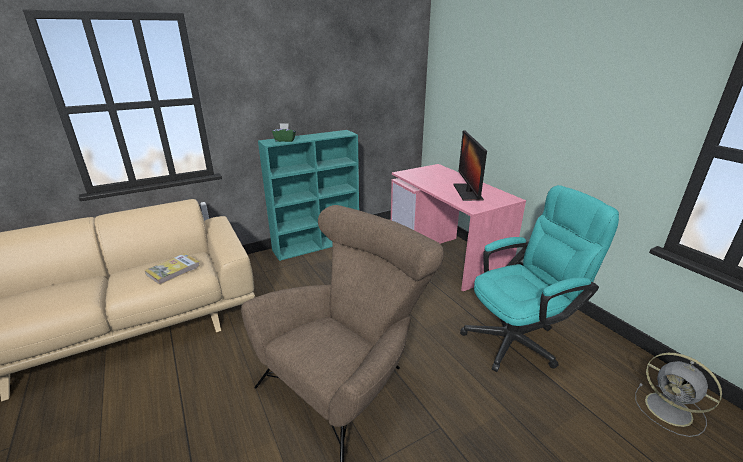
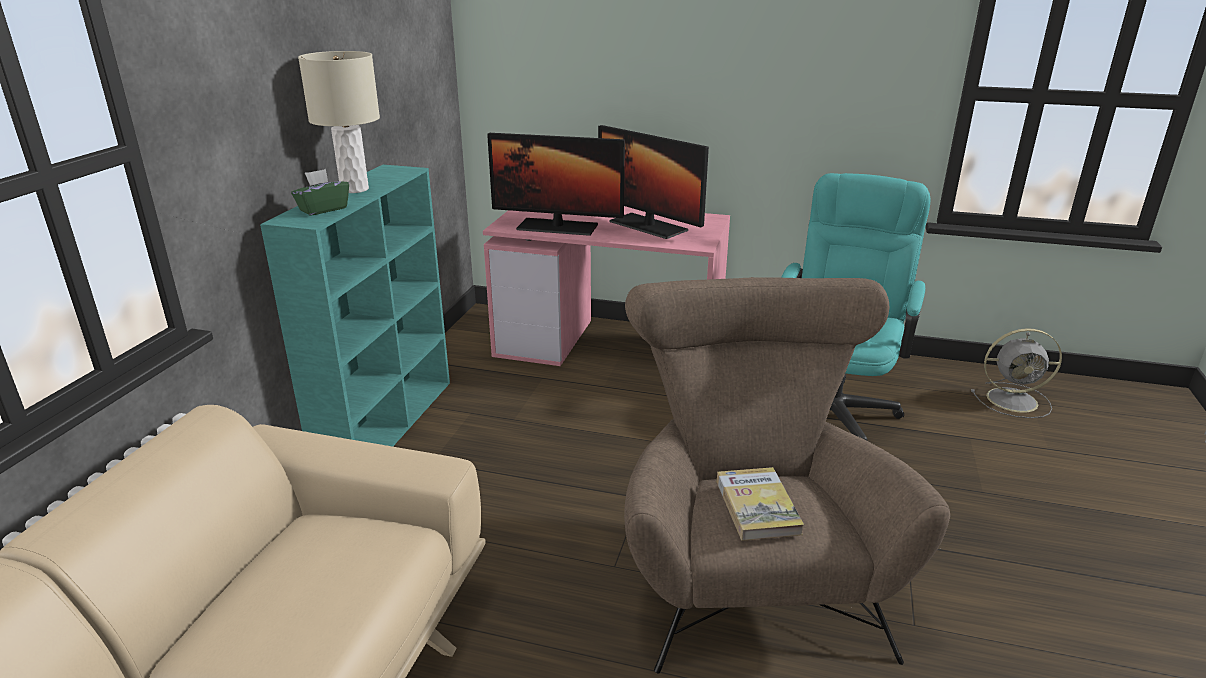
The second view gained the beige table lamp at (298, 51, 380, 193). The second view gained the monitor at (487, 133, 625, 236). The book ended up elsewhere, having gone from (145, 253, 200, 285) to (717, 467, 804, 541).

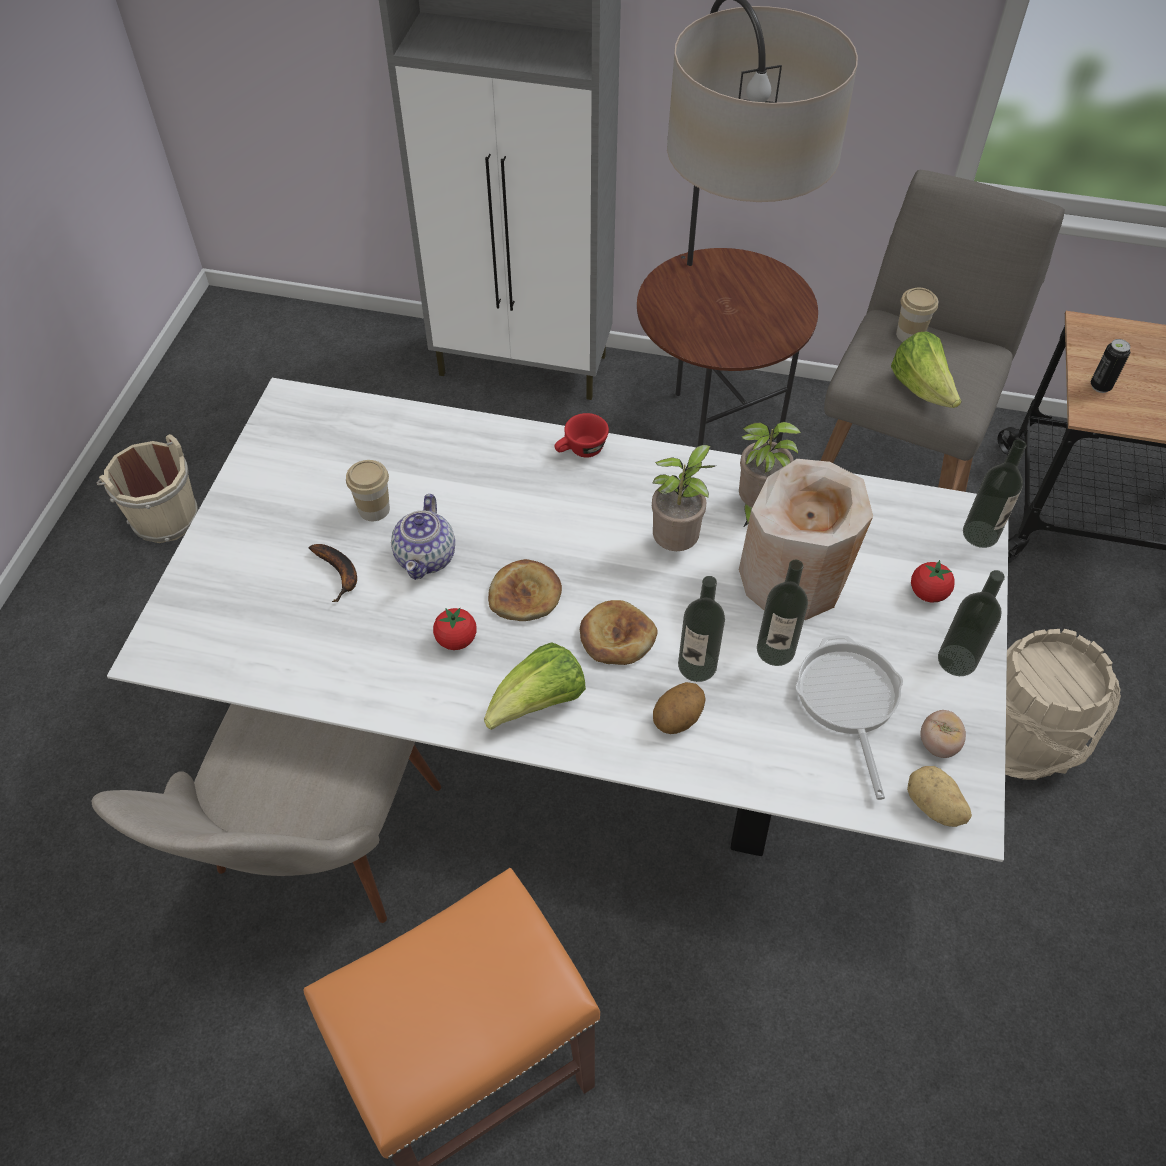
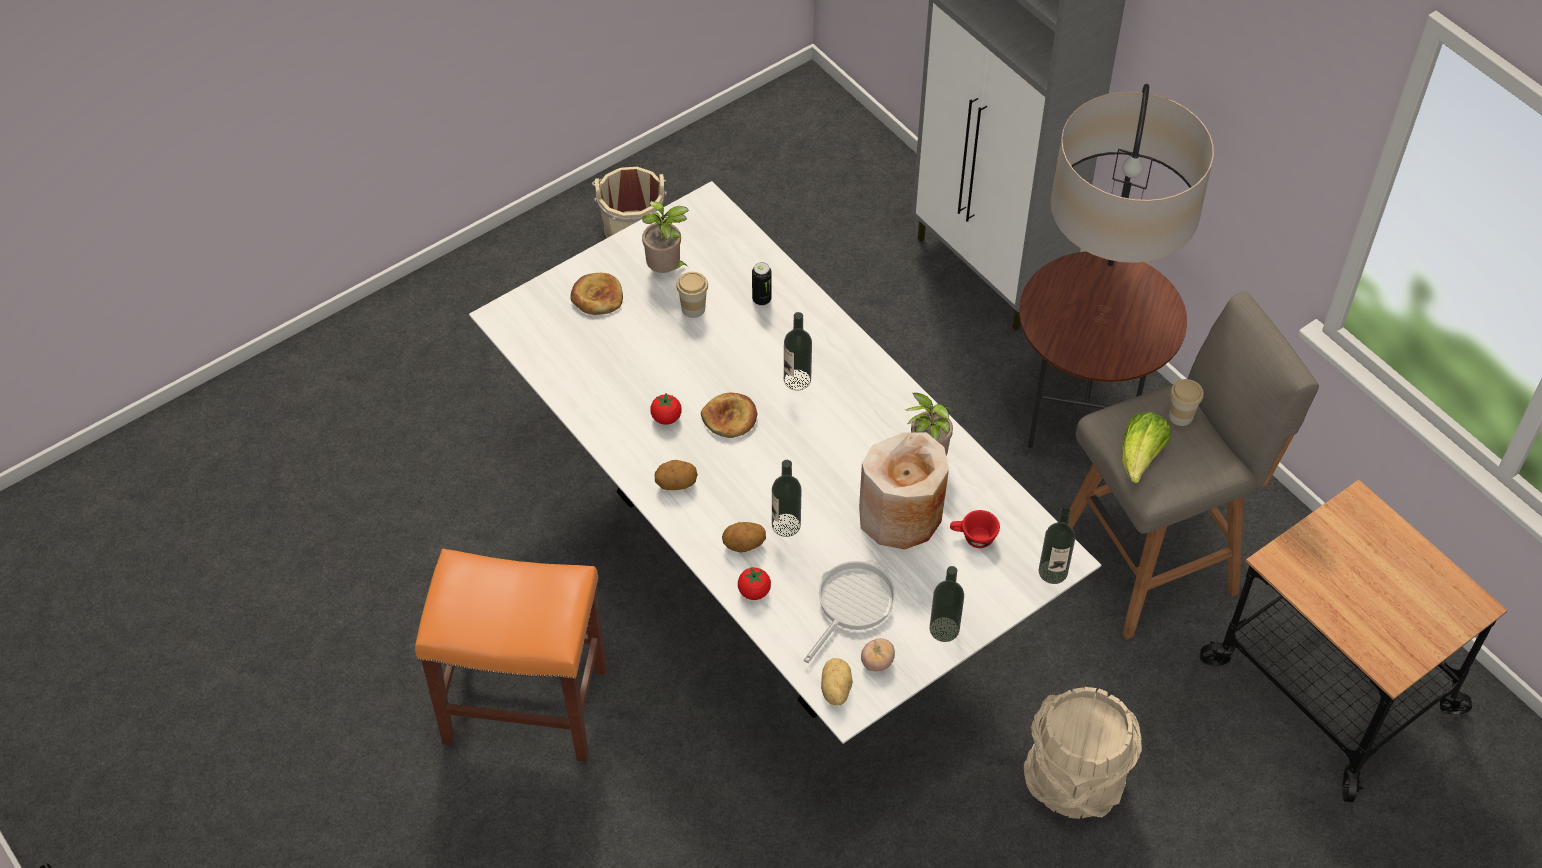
The bread ended up elsewhere, having gone from (580, 600, 658, 665) to (571, 273, 623, 315). The potted plant ended up elsewhere, having gone from (652, 444, 715, 551) to (642, 201, 689, 273). Where the lettuce stood at (484, 642, 586, 730), the potato came to stand at (655, 460, 698, 490). The tomato ended up elsewhere, having gone from (911, 560, 955, 603) to (738, 568, 771, 600). The can ended up elsewhere, having gone from (1091, 339, 1130, 393) to (752, 262, 772, 306). The bottle ended up elsewhere, having gone from (757, 560, 808, 666) to (784, 312, 812, 391). The red cup ended up elsewhere, having gone from (555, 413, 609, 458) to (950, 510, 1000, 548). The second view lost the beige chair at (92, 704, 441, 923). The second view lost the banana at (309, 544, 357, 602). The second view lost the teapot at (391, 494, 455, 580).

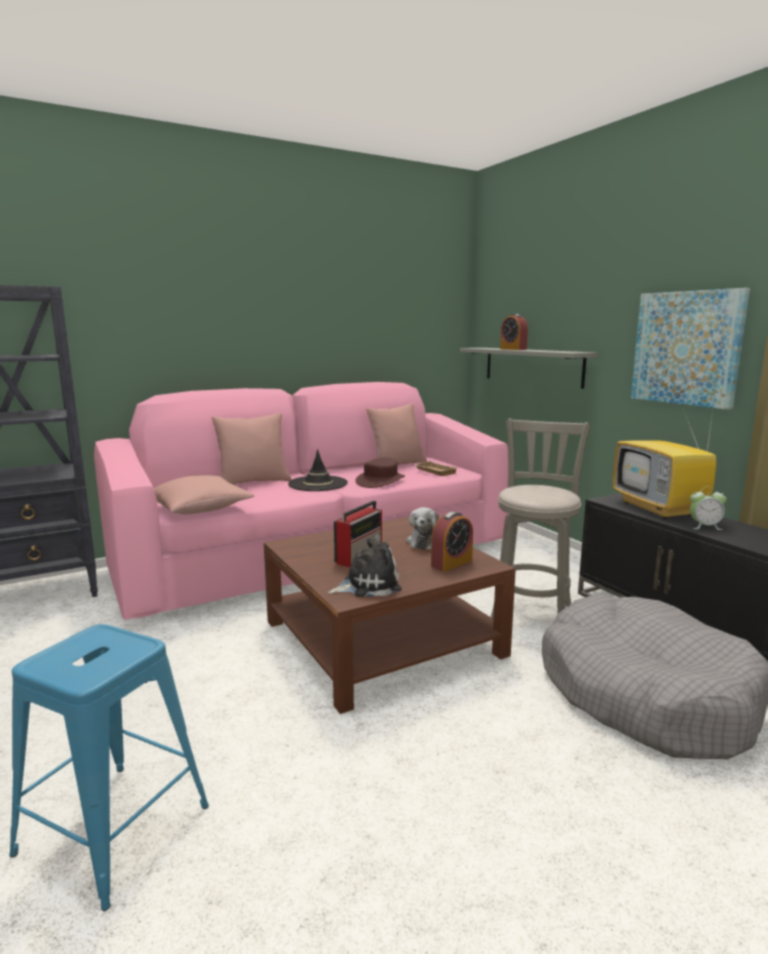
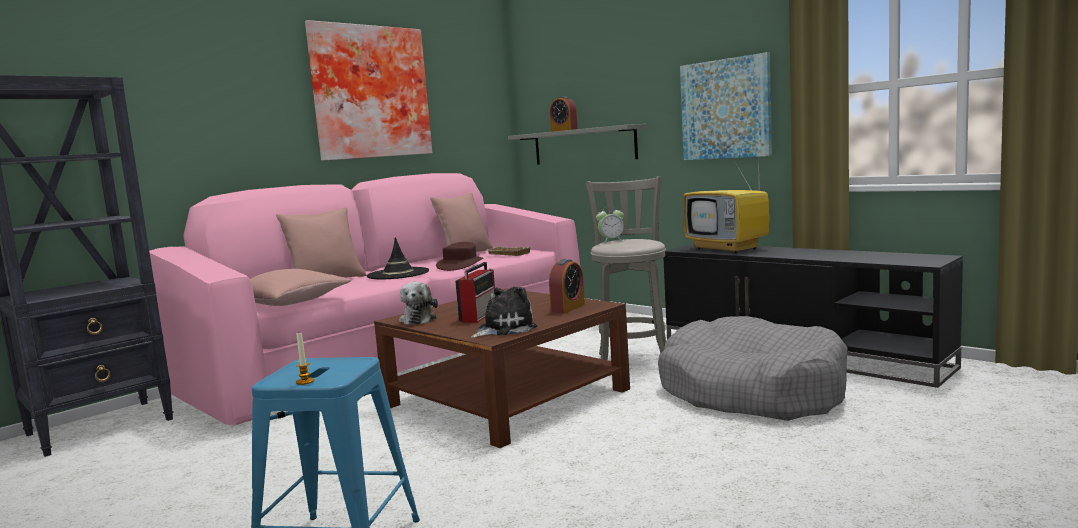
The second view gained the candle at (296, 333, 314, 385). The second view gained the picture at (305, 20, 432, 161). The plush toy ended up elsewhere, having gone from (406, 507, 439, 549) to (399, 282, 438, 325). The alarm clock ended up elsewhere, having gone from (690, 487, 727, 530) to (596, 206, 625, 243).

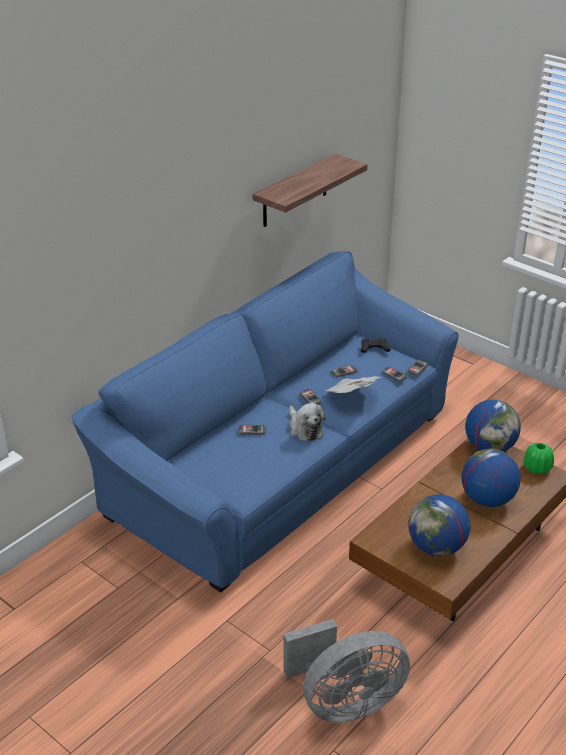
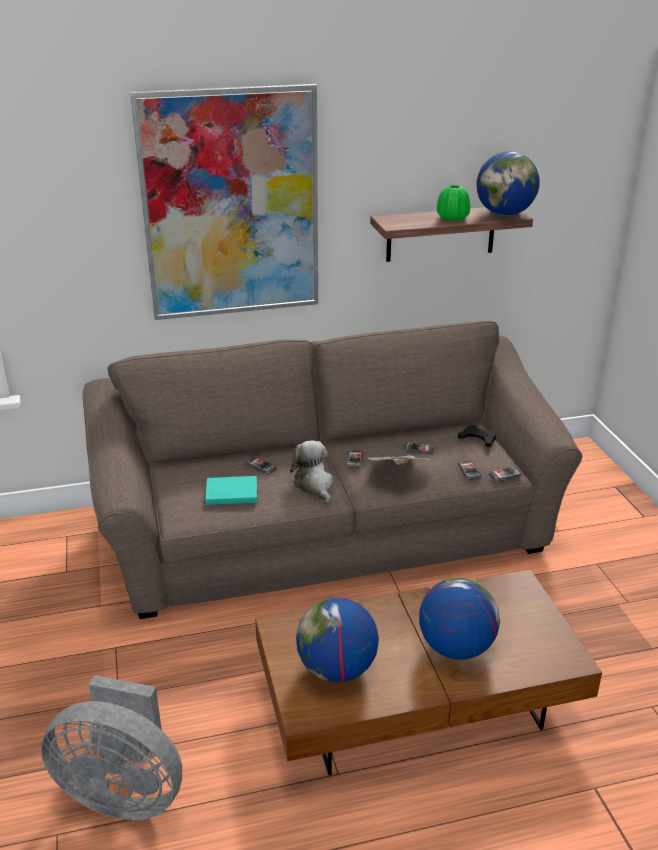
What was the blue sofa at (71, 251, 458, 593) turned into the brown sofa at (83, 321, 582, 619). The second view gained the picture at (130, 84, 318, 320). The second view gained the turquoise book at (205, 476, 257, 505). The plush toy at (289, 403, 325, 442) ended up facing another way, 150 degrees clockwise from before. The green vase ended up elsewhere, having gone from (523, 443, 554, 474) to (437, 185, 470, 221). The globe ended up elsewhere, having gone from (465, 400, 521, 452) to (477, 151, 540, 216).

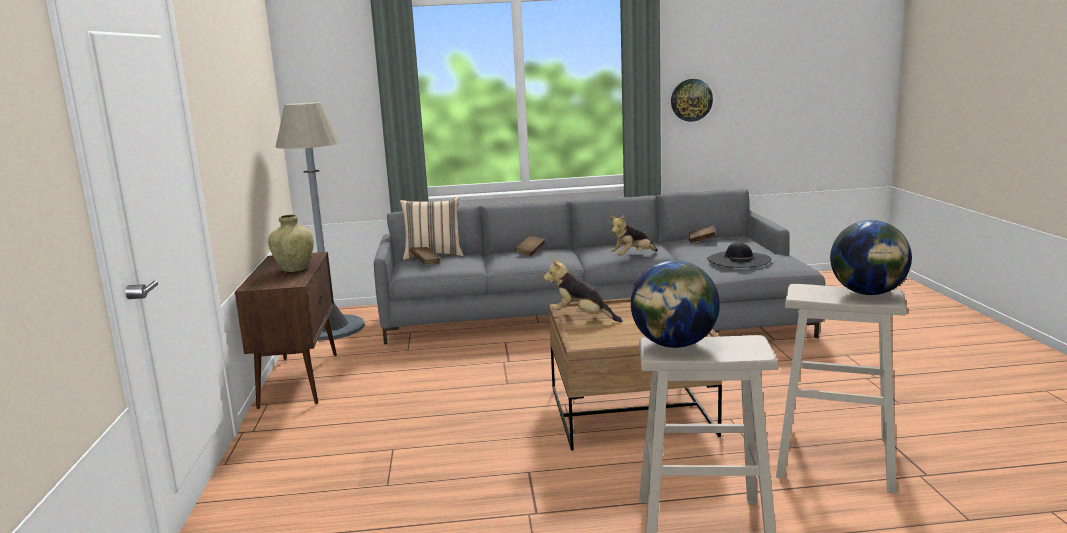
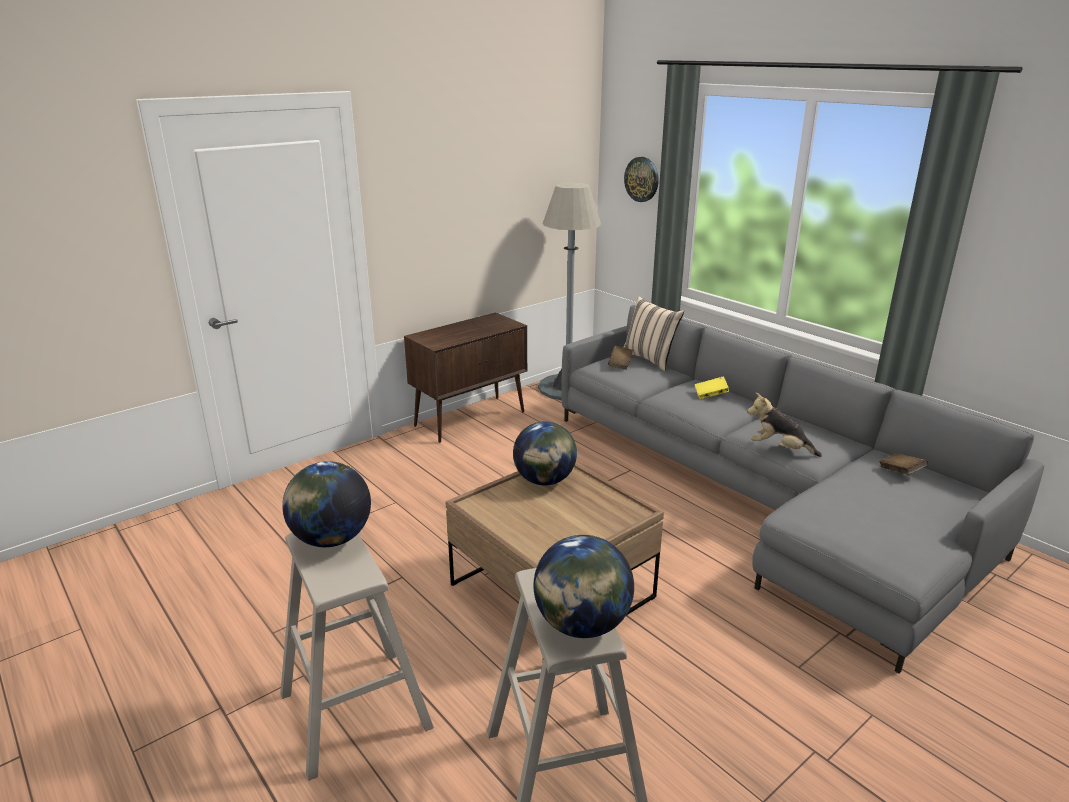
Where the plush toy stood at (544, 258, 622, 322), the globe came to stand at (513, 422, 577, 485). The wall clock ended up elsewhere, having gone from (671, 79, 713, 122) to (624, 157, 659, 202). What was the brown book at (515, 235, 545, 256) turned into the yellow book at (695, 376, 729, 399). The second view lost the beige vase at (268, 215, 314, 272). The second view lost the black hat at (707, 242, 771, 268).

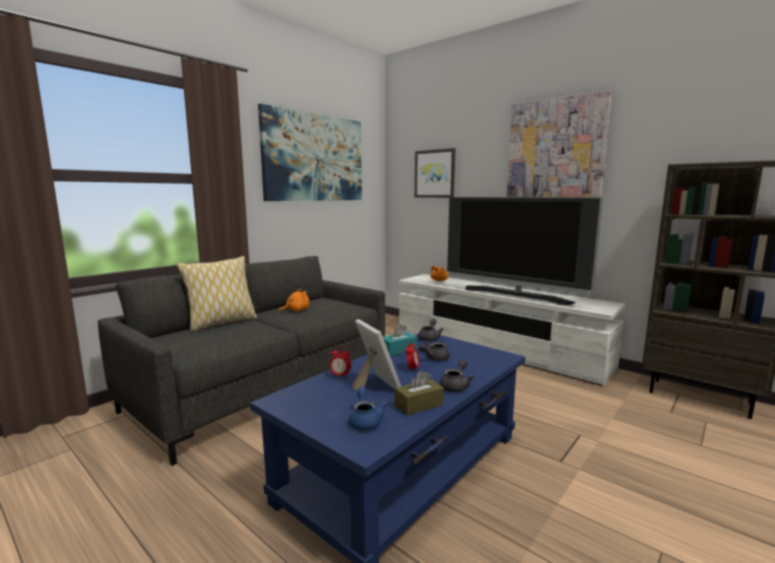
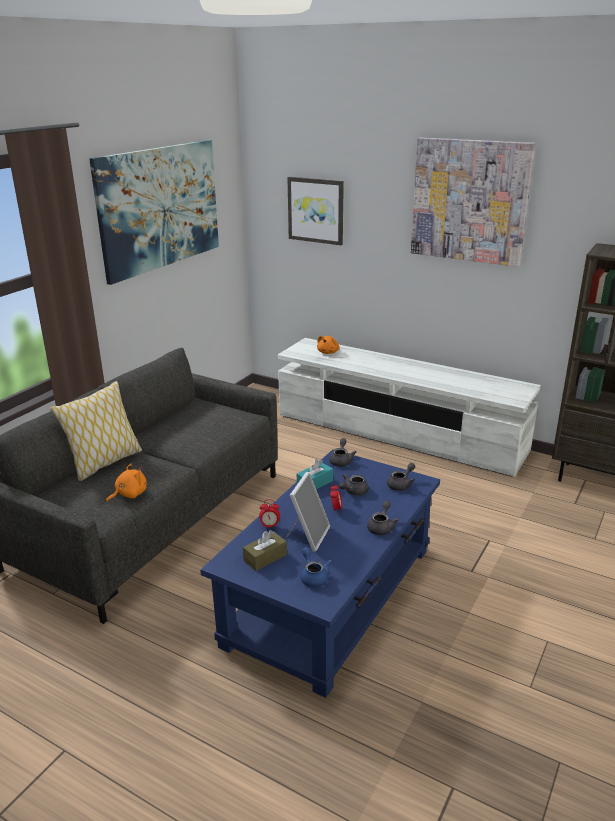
The orange plush toy ended up elsewhere, having gone from (278, 289, 310, 312) to (106, 463, 147, 503). The brown tissue box ended up elsewhere, having gone from (395, 371, 444, 416) to (243, 530, 287, 571). The picture frame at (352, 319, 401, 391) ended up facing another way, 60 degrees clockwise from before. The second view gained the grey teapot at (387, 463, 415, 491). The second view lost the television at (447, 197, 602, 305).

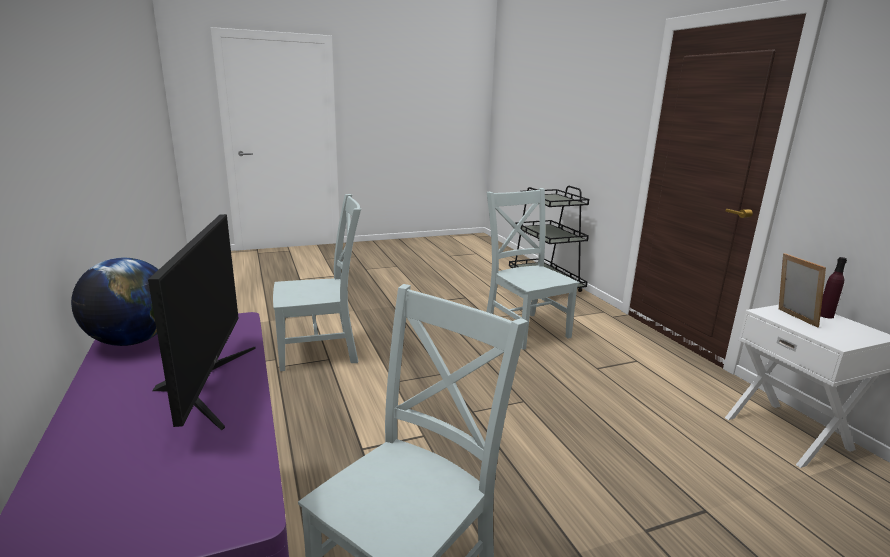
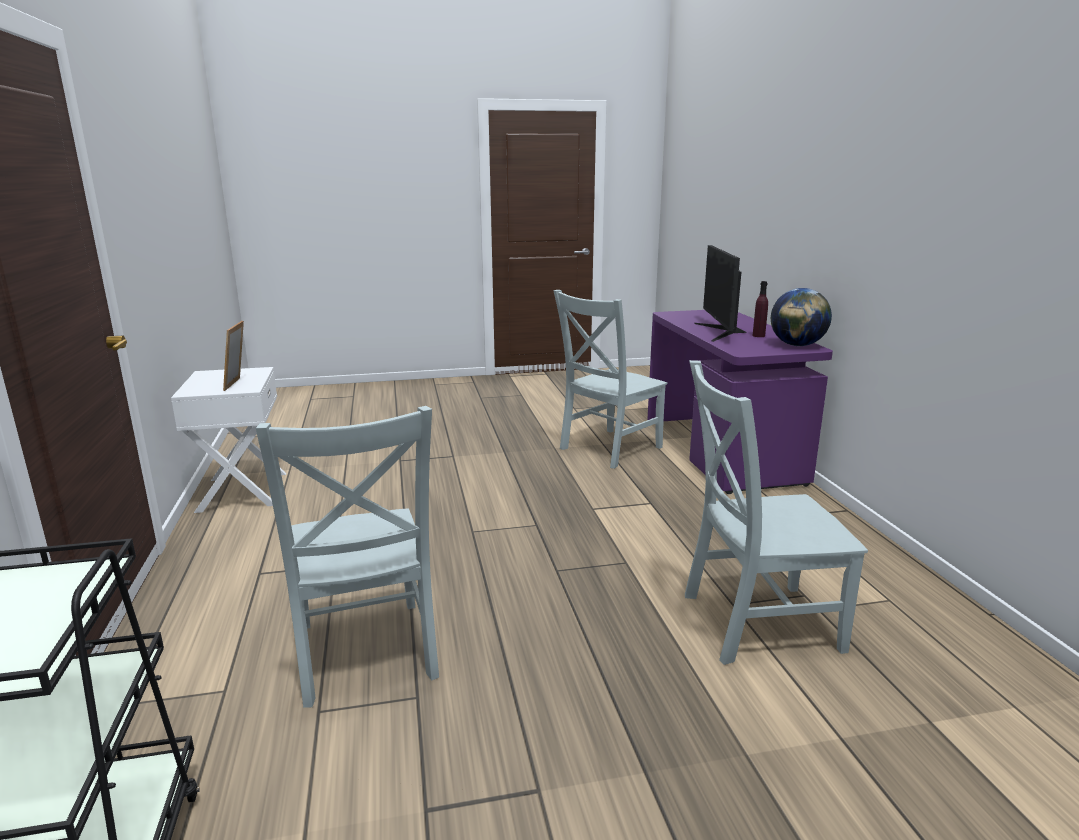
The purple bottle ended up elsewhere, having gone from (820, 257, 847, 319) to (752, 281, 768, 337).

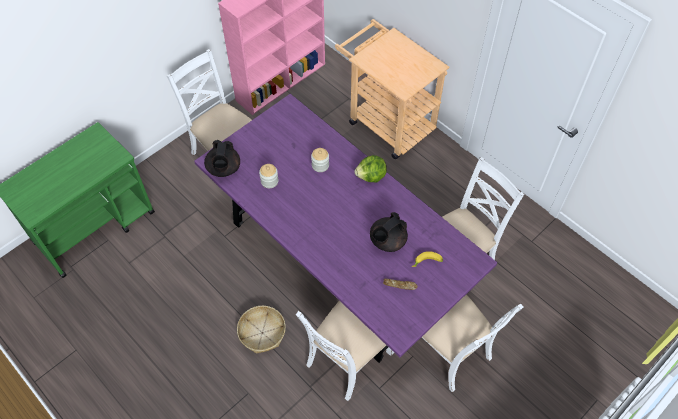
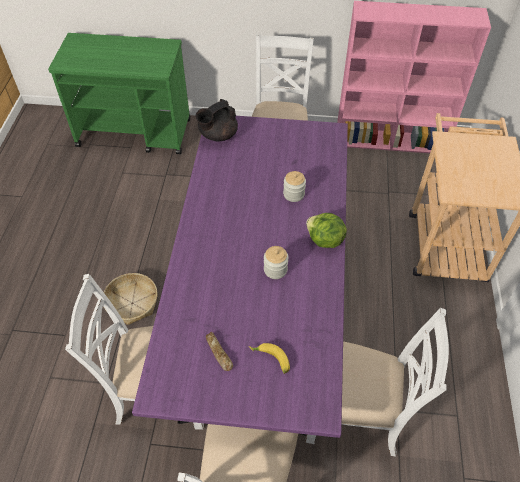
The jar ended up elsewhere, having gone from (259, 164, 279, 188) to (264, 246, 289, 279). The second view lost the black teapot at (370, 212, 408, 252).

